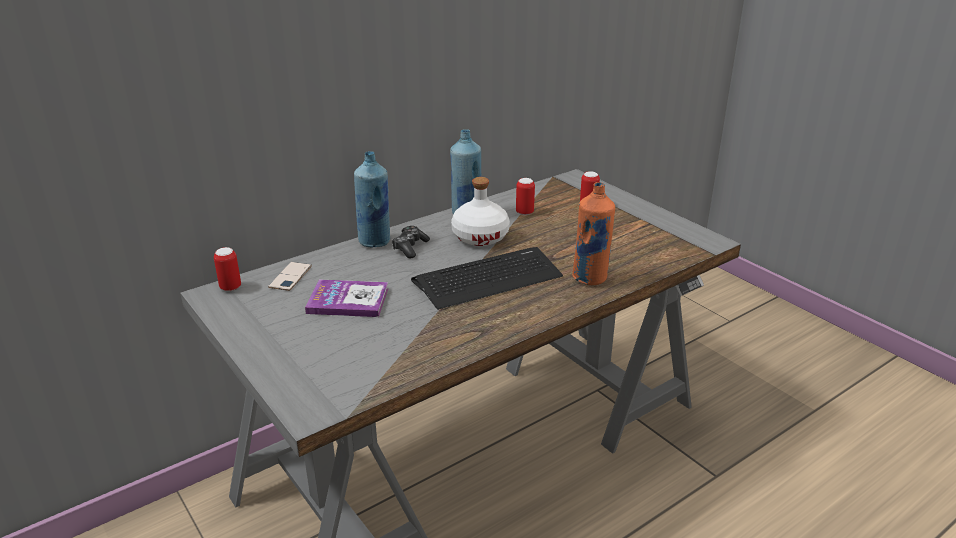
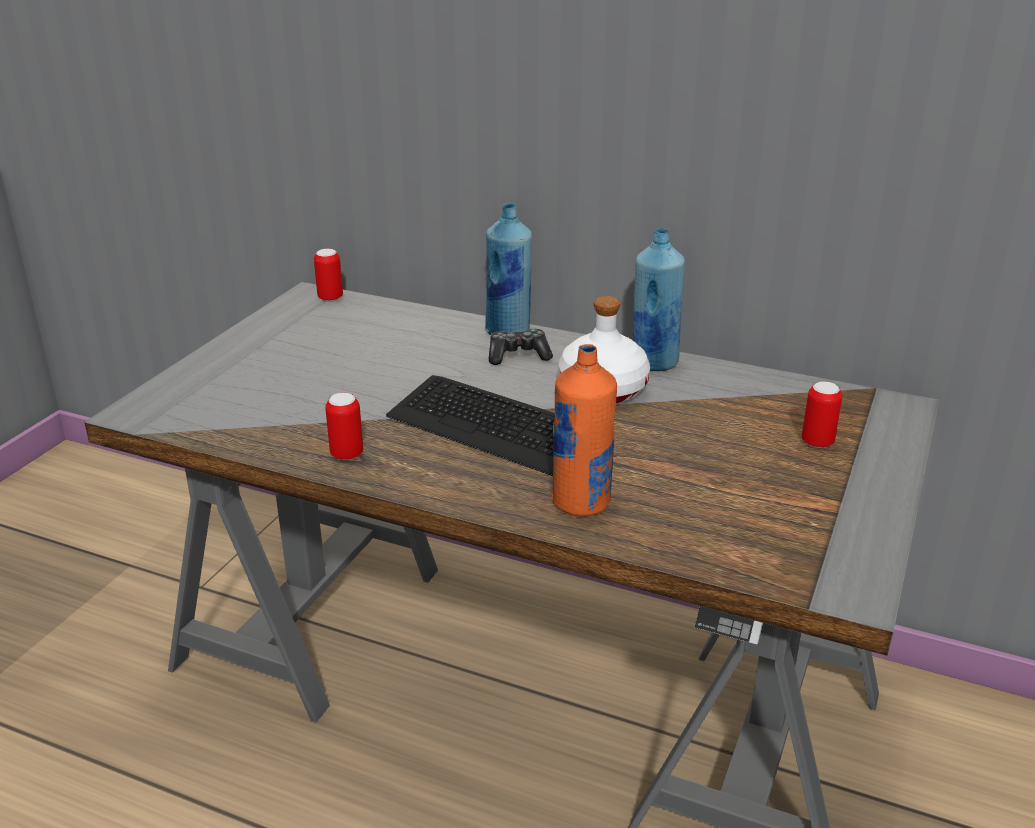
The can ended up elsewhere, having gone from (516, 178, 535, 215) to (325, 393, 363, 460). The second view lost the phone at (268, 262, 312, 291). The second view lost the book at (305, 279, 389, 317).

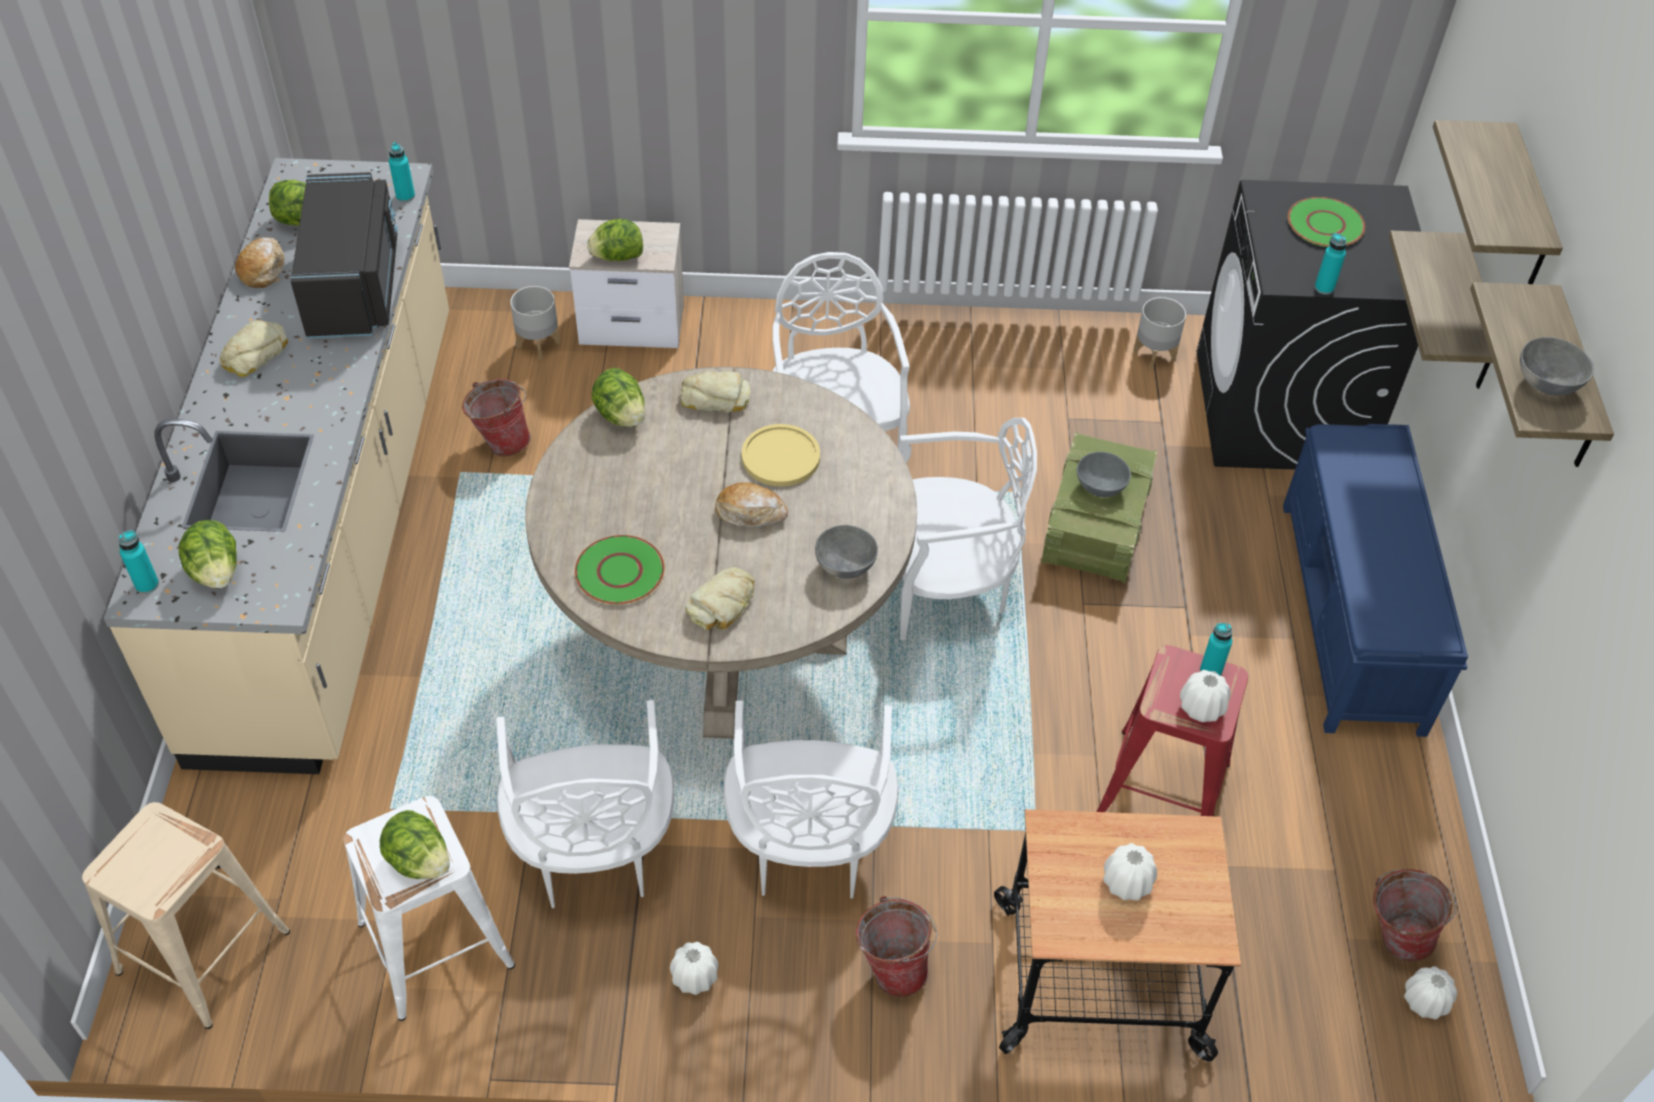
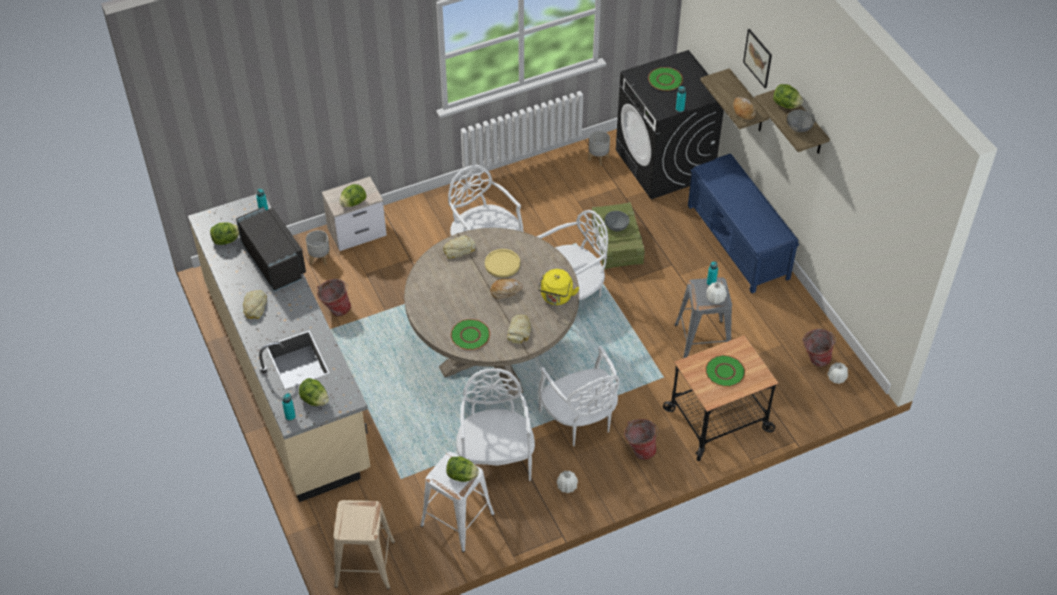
The white chair at (496, 700, 674, 908) ended up facing another way, 150 degrees counterclockwise from before. Where the grey bowl stood at (815, 525, 878, 579), the yellow kettle came to stand at (538, 269, 579, 305). What was the red stool at (1096, 645, 1248, 816) turned into the grey stool at (675, 277, 732, 358). Where the white vase stood at (1103, 843, 1157, 901), the green plate came to stand at (705, 355, 745, 387). The bread ended up elsewhere, having gone from (235, 237, 285, 288) to (733, 97, 756, 120). Where the shelf hung at (1433, 120, 1563, 284), the picture came to hang at (743, 29, 772, 88). The lettuce ended up elsewhere, having gone from (591, 368, 645, 427) to (773, 84, 803, 109).

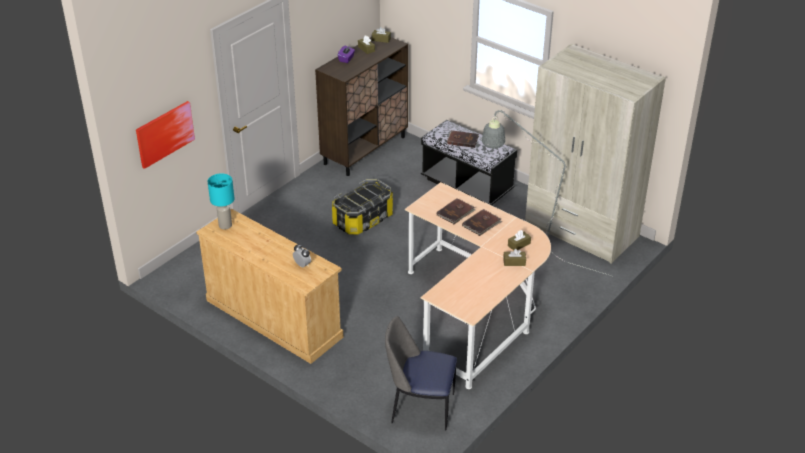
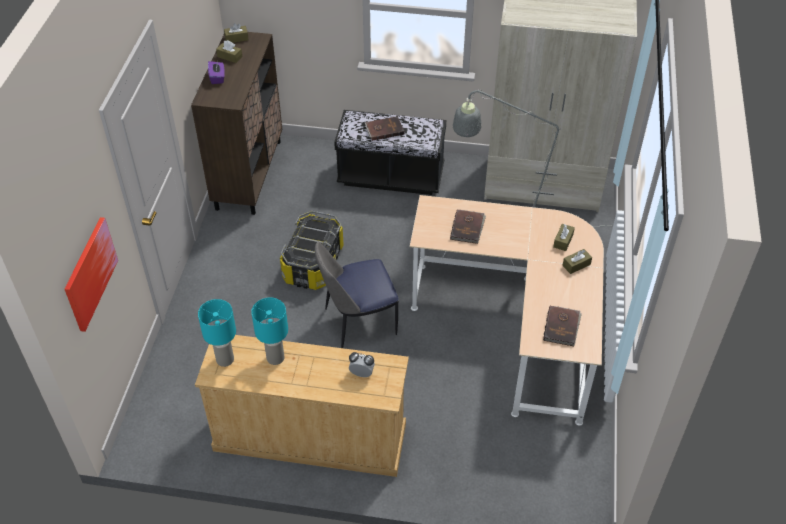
The second view gained the turquoise table lamp at (251, 297, 288, 365). The chair ended up elsewhere, having gone from (385, 316, 457, 431) to (315, 241, 399, 348). The brown book ended up elsewhere, having gone from (462, 209, 502, 236) to (543, 306, 582, 346).

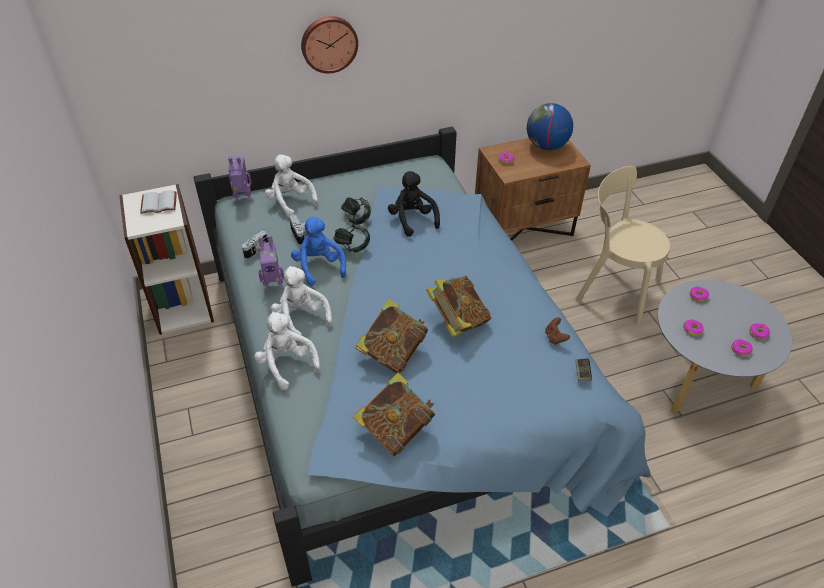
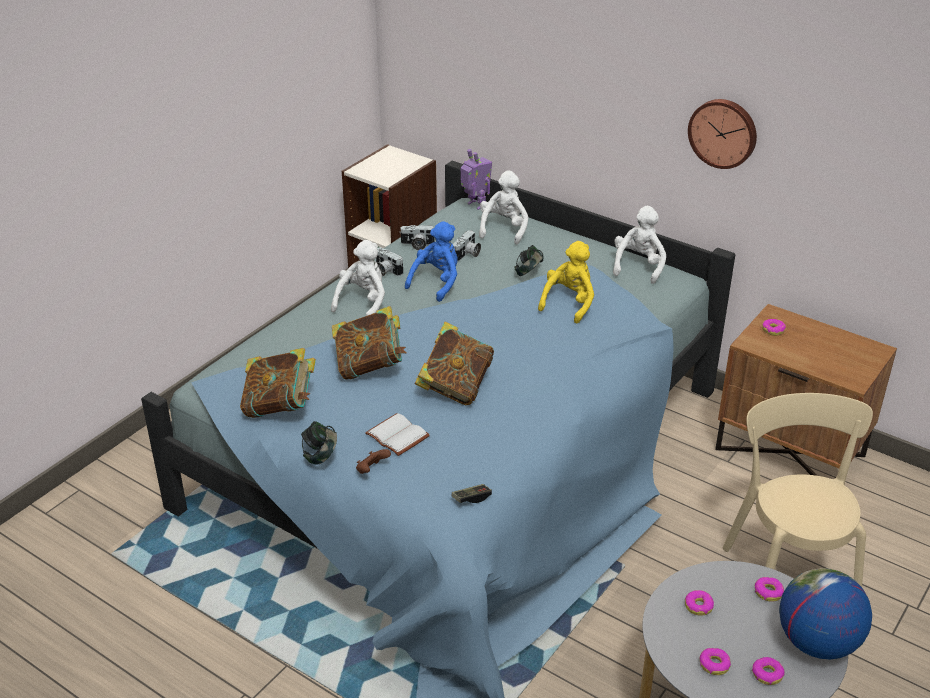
The headphones ended up elsewhere, having gone from (333, 224, 370, 253) to (301, 421, 337, 465). The brown game controller ended up elsewhere, having gone from (545, 317, 570, 345) to (356, 449, 391, 474). The white book ended up elsewhere, having gone from (140, 190, 177, 214) to (365, 413, 430, 456). Where the toy robot stood at (258, 235, 284, 291), the photo camera came to stand at (376, 247, 403, 276). What was the black plush toy at (388, 171, 440, 237) turned into the yellow plush toy at (538, 241, 594, 323). The white plush toy ended up elsewhere, having gone from (254, 311, 320, 390) to (613, 206, 666, 284). The wall clock ended up elsewhere, having gone from (301, 16, 358, 73) to (688, 99, 757, 169). The globe ended up elsewhere, having gone from (527, 103, 573, 150) to (779, 568, 872, 659).

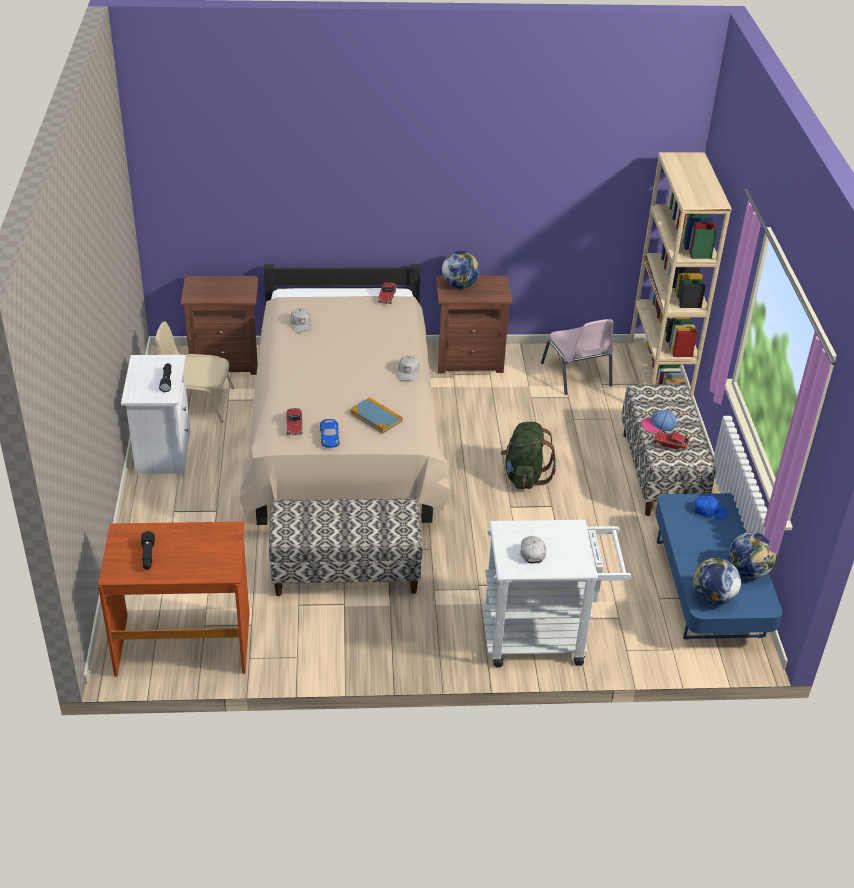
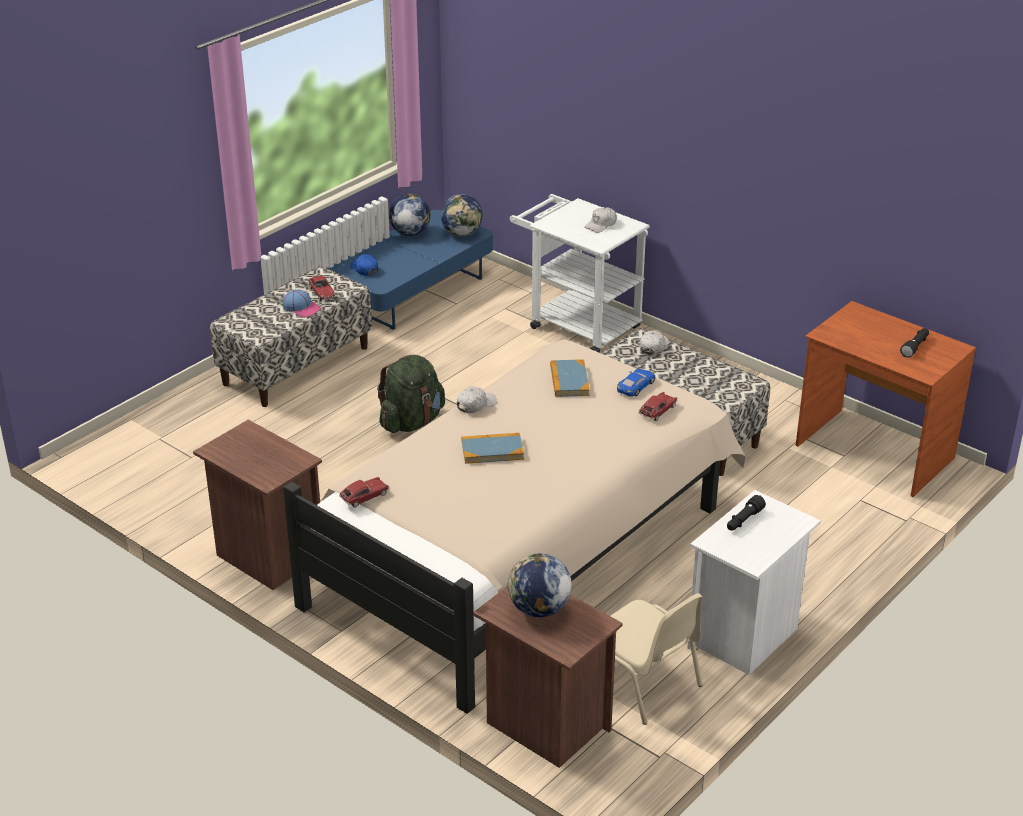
The second view gained the book at (462, 433, 524, 464). The globe ended up elsewhere, having gone from (442, 251, 480, 289) to (508, 554, 572, 617). The white cap ended up elsewhere, having gone from (290, 308, 312, 333) to (639, 330, 669, 355). The second view lost the pink chair at (541, 319, 614, 395). The second view lost the beige bookcase at (628, 152, 732, 399).

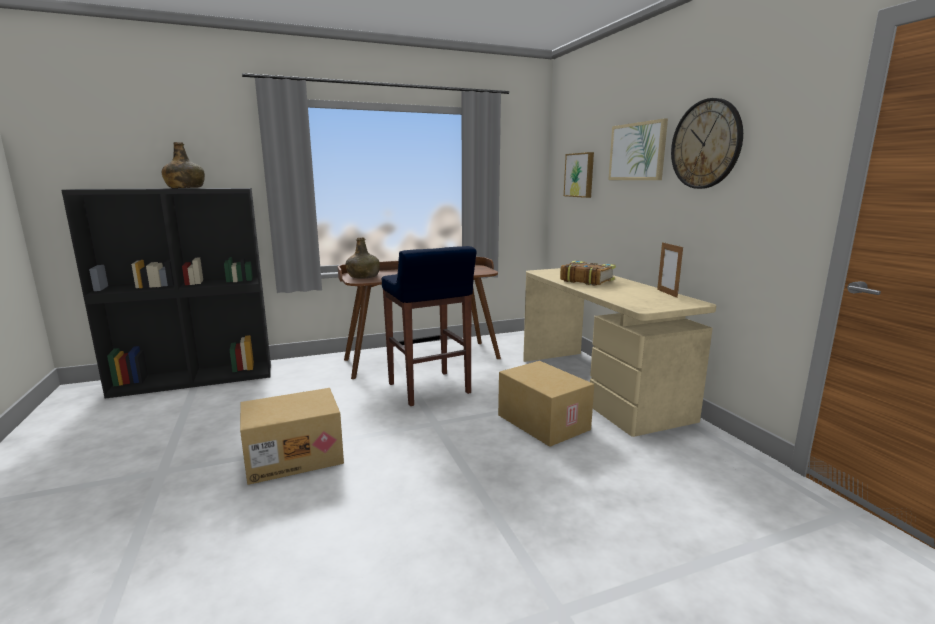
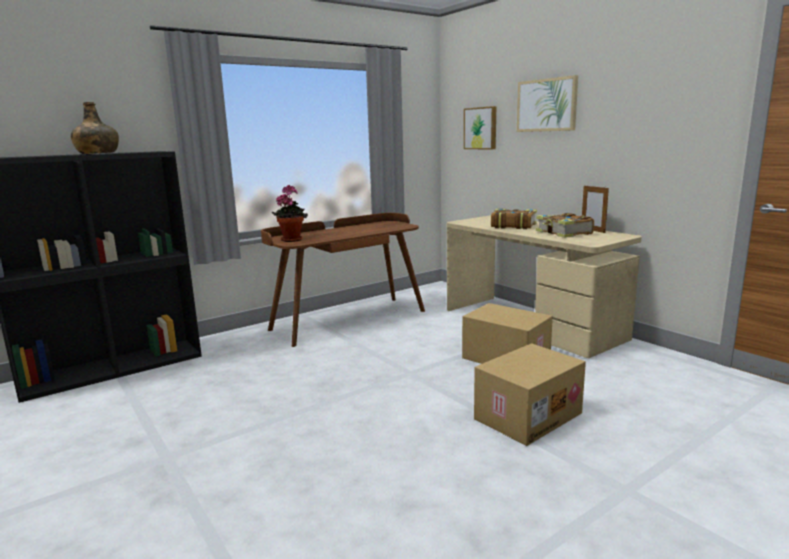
Where the green bottle stood at (346, 238, 380, 279), the potted plant came to stand at (272, 185, 308, 242). The cardboard box ended up elsewhere, having gone from (240, 388, 344, 485) to (474, 343, 586, 446). The second view gained the book at (536, 213, 594, 238). The second view lost the blue stool at (382, 246, 476, 406). The second view lost the wall clock at (671, 98, 743, 189).

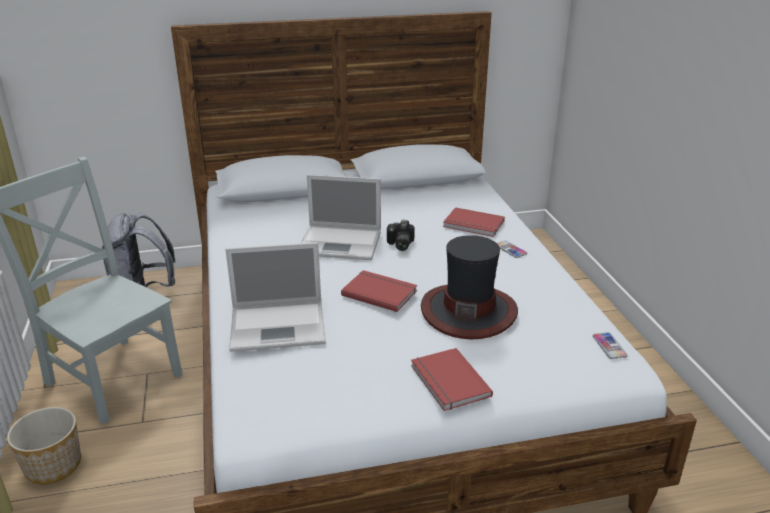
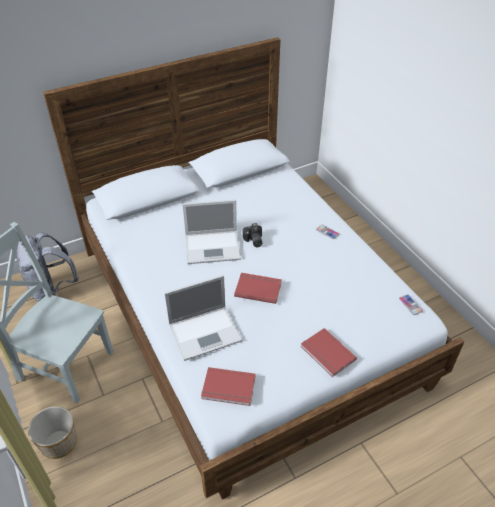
The red book ended up elsewhere, having gone from (443, 207, 505, 237) to (201, 367, 256, 406). The second view lost the hat at (421, 235, 518, 339).

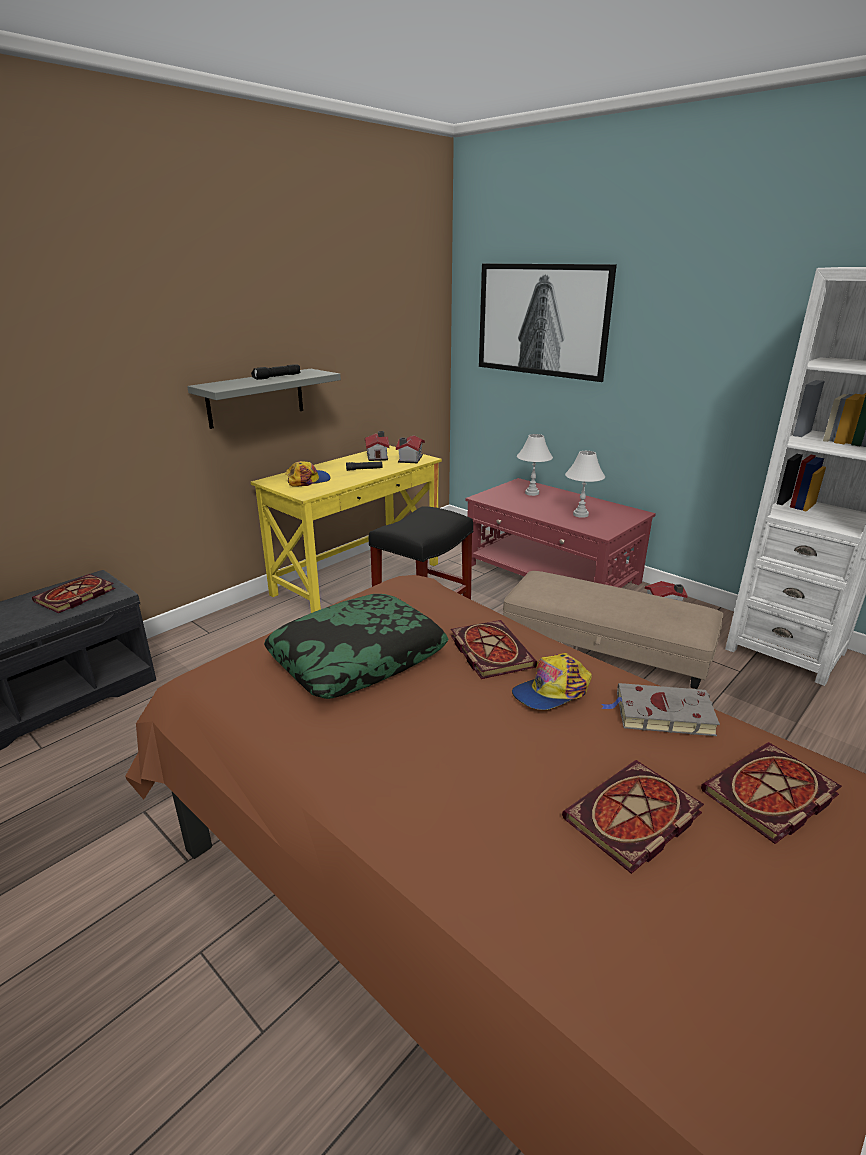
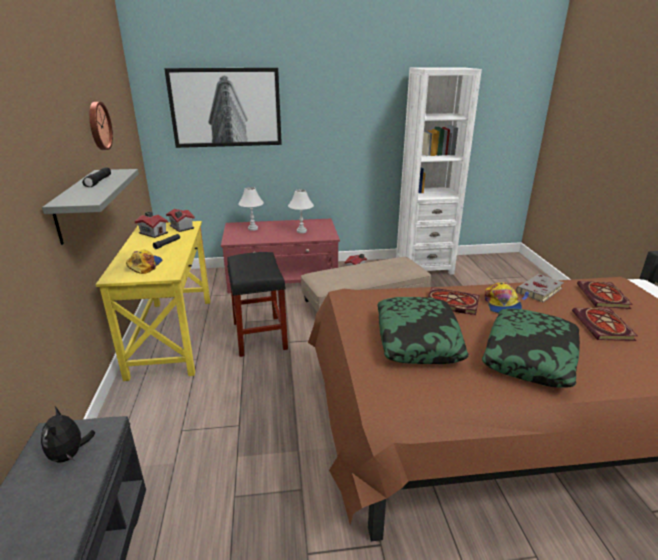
Where the book stood at (32, 574, 115, 613), the plush toy came to stand at (41, 407, 96, 463). The second view gained the wall clock at (89, 102, 113, 150). The second view gained the pillow at (482, 309, 580, 388).

